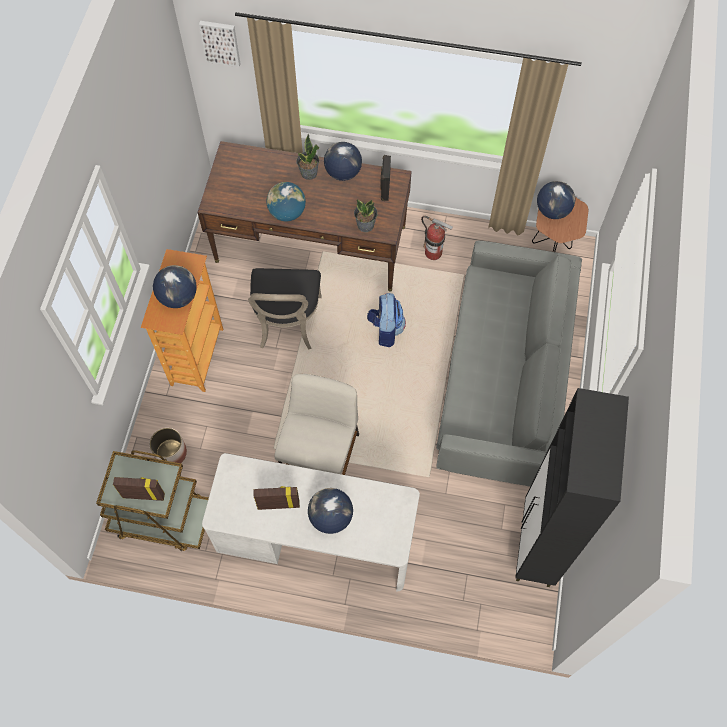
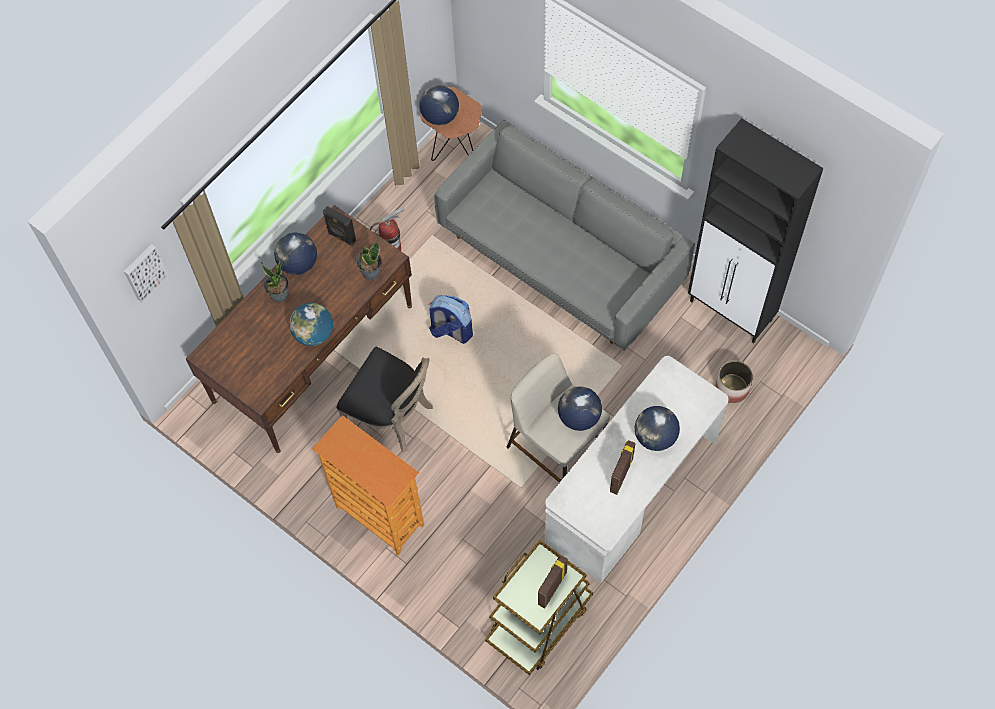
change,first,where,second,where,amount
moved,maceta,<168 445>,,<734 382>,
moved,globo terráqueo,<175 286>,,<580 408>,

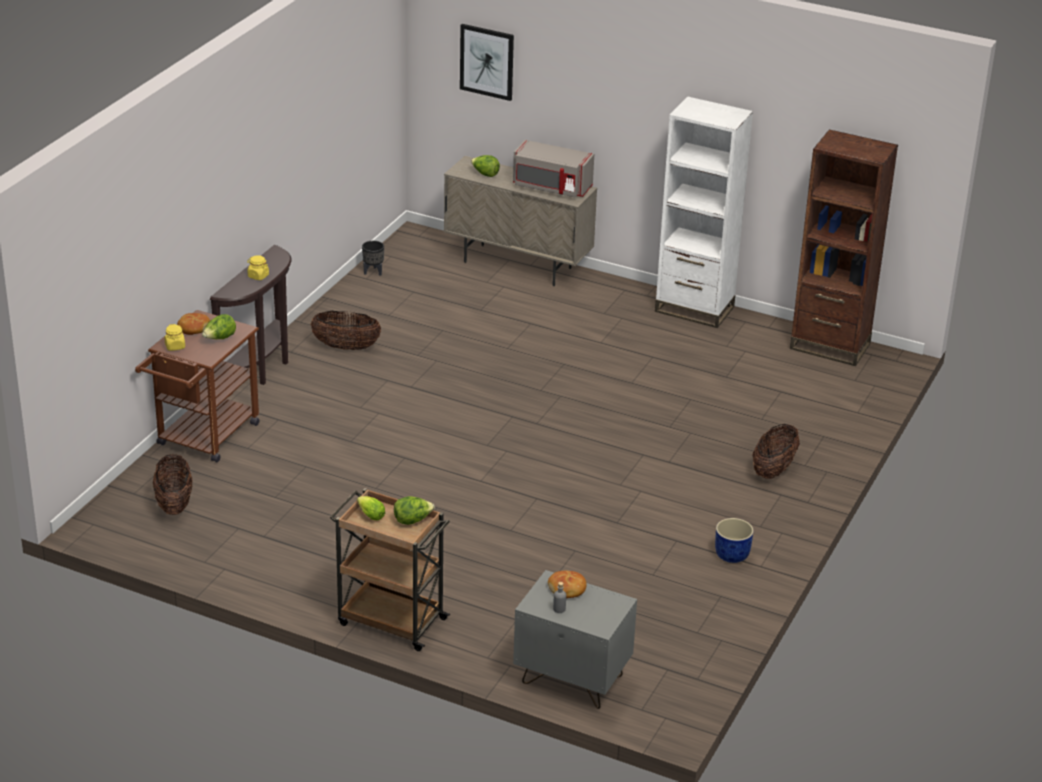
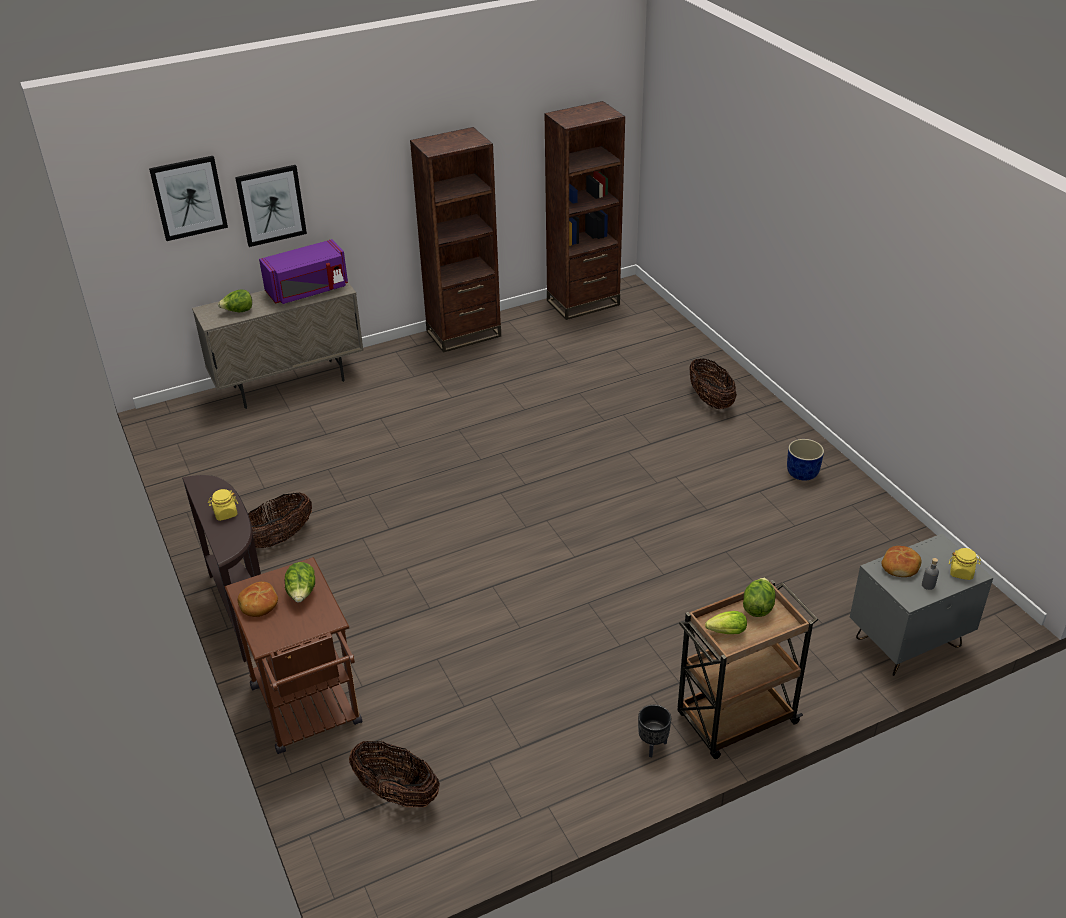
change,first,where,second,where,amount
moved,tarro/amarillo,<175 337>,,<965 564>,
moved,maceta/negro,<373 258>,,<654 731>,
recoloured,microondas/gris,<553 169>,microondas/morado,<303 271>,
recoloured,estantería/blanco,<704 212>,estantería/marrón,<455 240>,
added,,,cuadro,<271 206>,

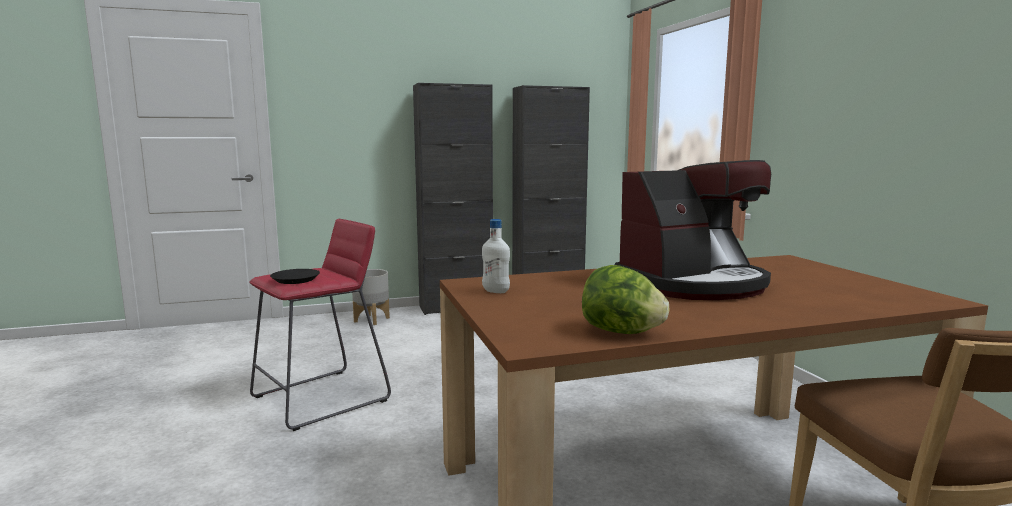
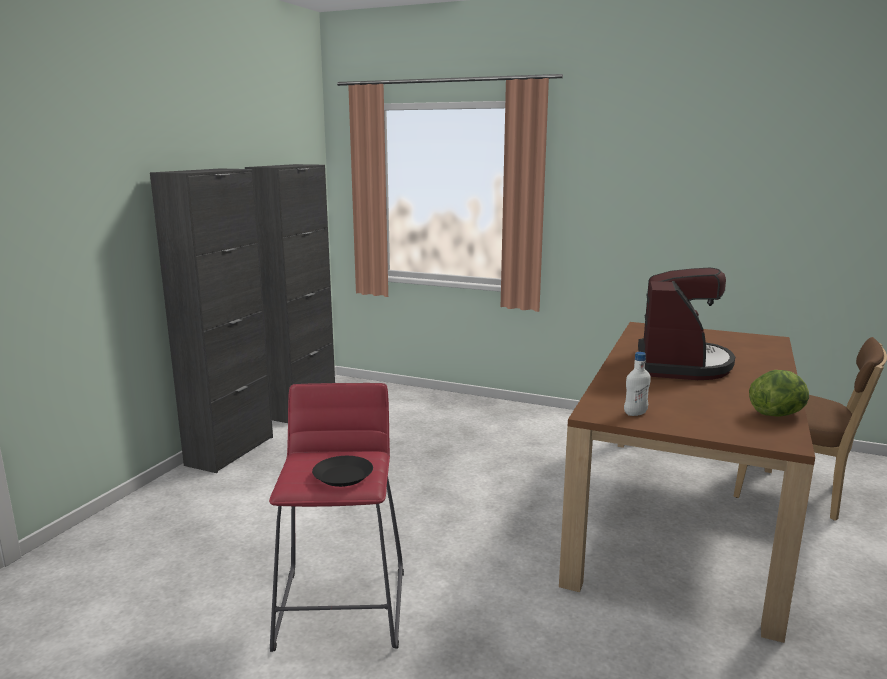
change,first,where,second,where,amount
removed,maceta/gris,<371 297>,,,

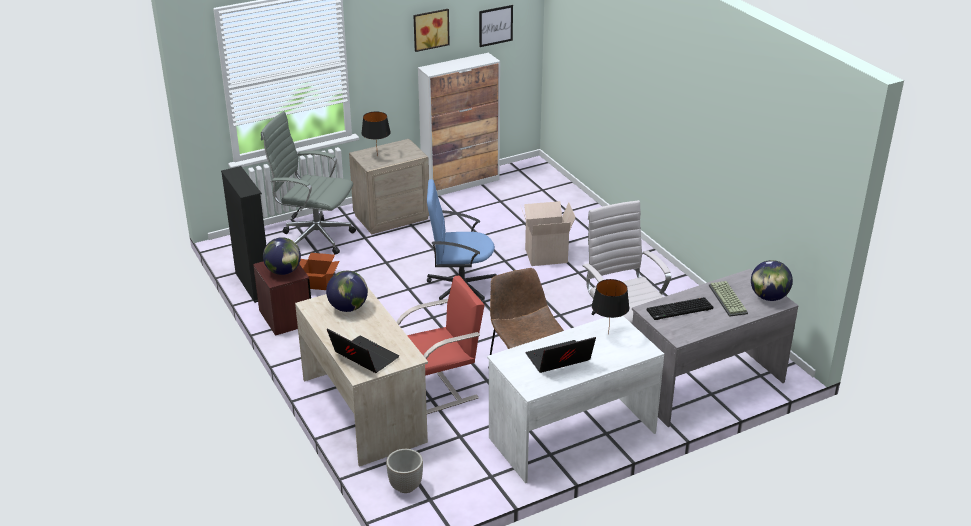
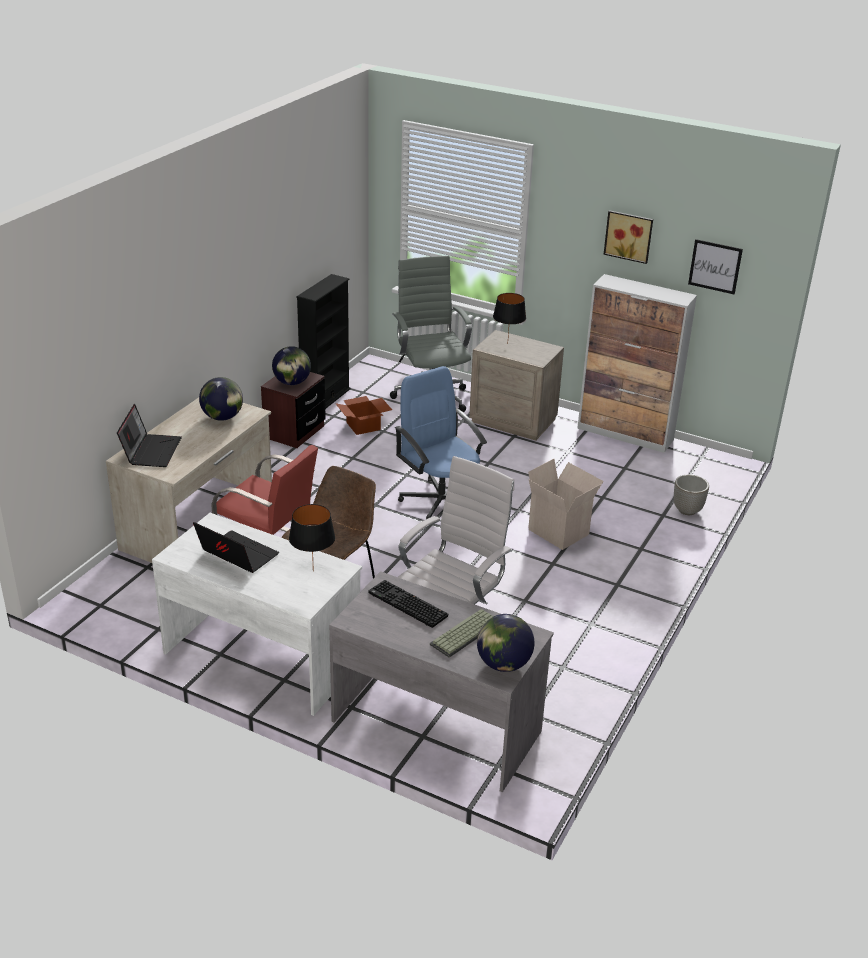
change,first,where,second,where,amount
moved,maceta,<404 471>,,<691 495>,

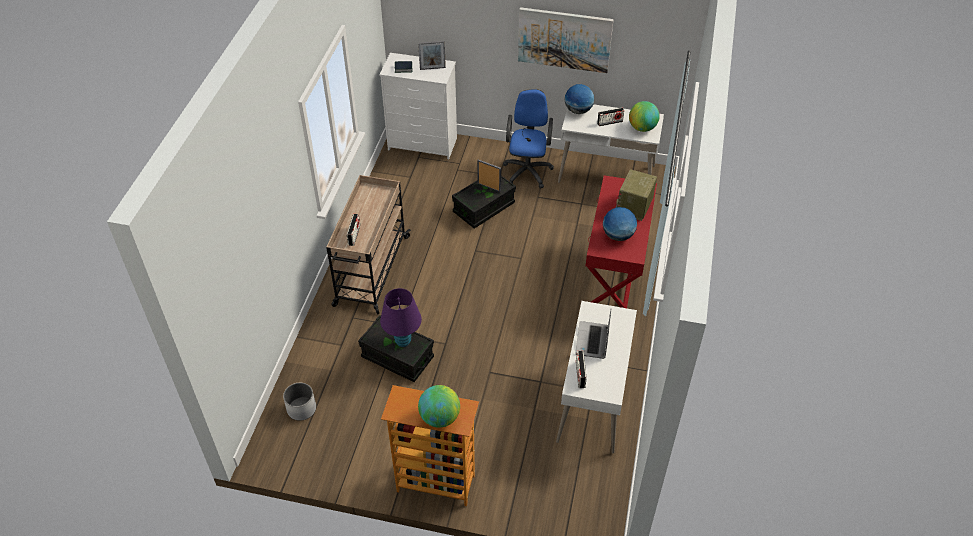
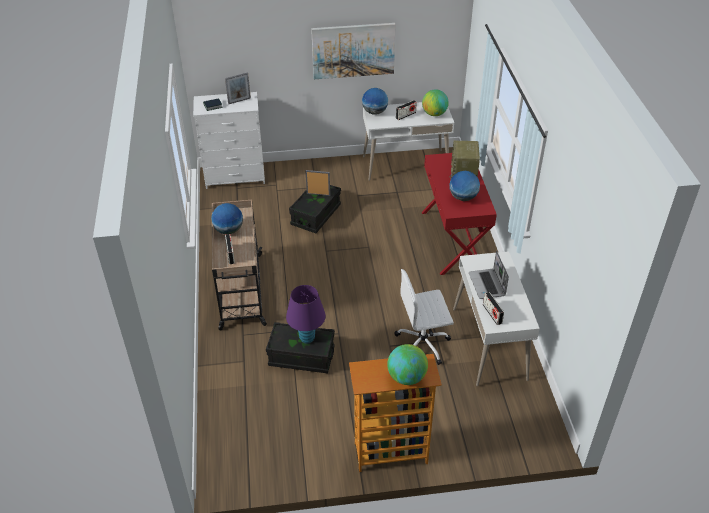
change,first,where,second,where,amount
removed,maceta/blanco,<299 402>,,,
removed,silla de oficina/azul,<528 139>,,,
added,,,globo terráqueo,<227 218>,
added,,,silla de oficina/blanco,<424 317>,

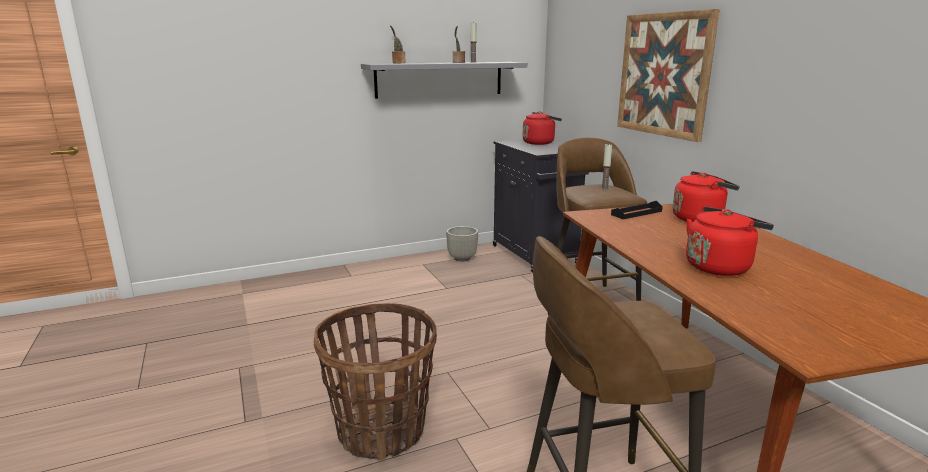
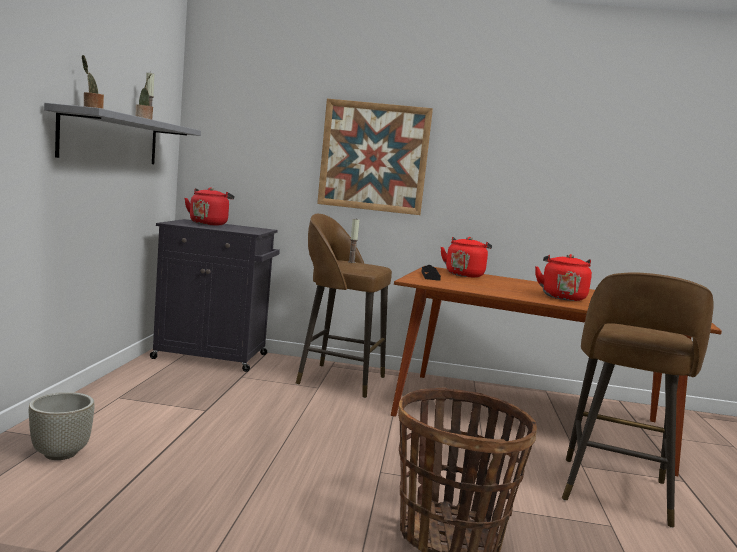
change,first,where,second,where,amount
moved,maceta/gris,<462 243>,,<62 426>,

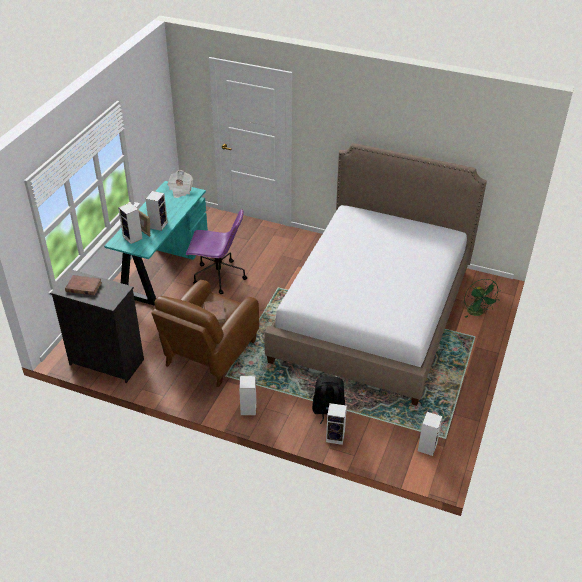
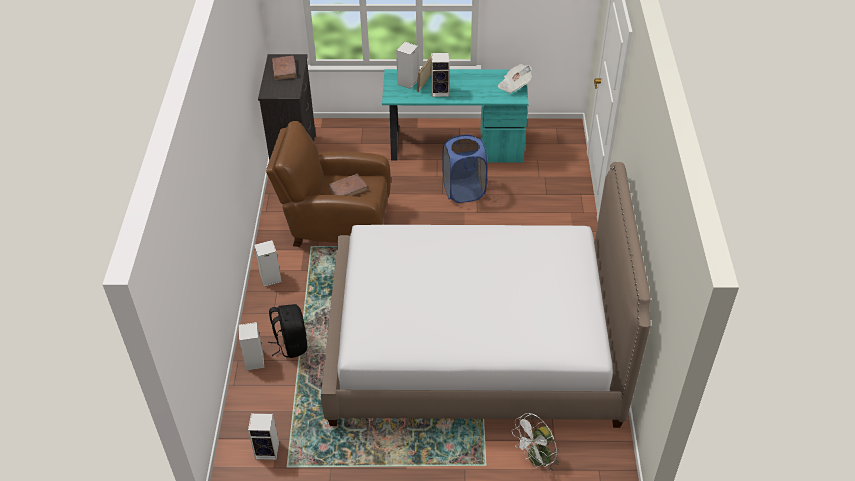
change,first,where,second,where,amount
replaced,silla de oficina/morado,<216 251>,cesto de la ropa/azul,<464 168>,
recoloured,ventilador/verde,<482 298>,ventilador/blanco,<535 441>,

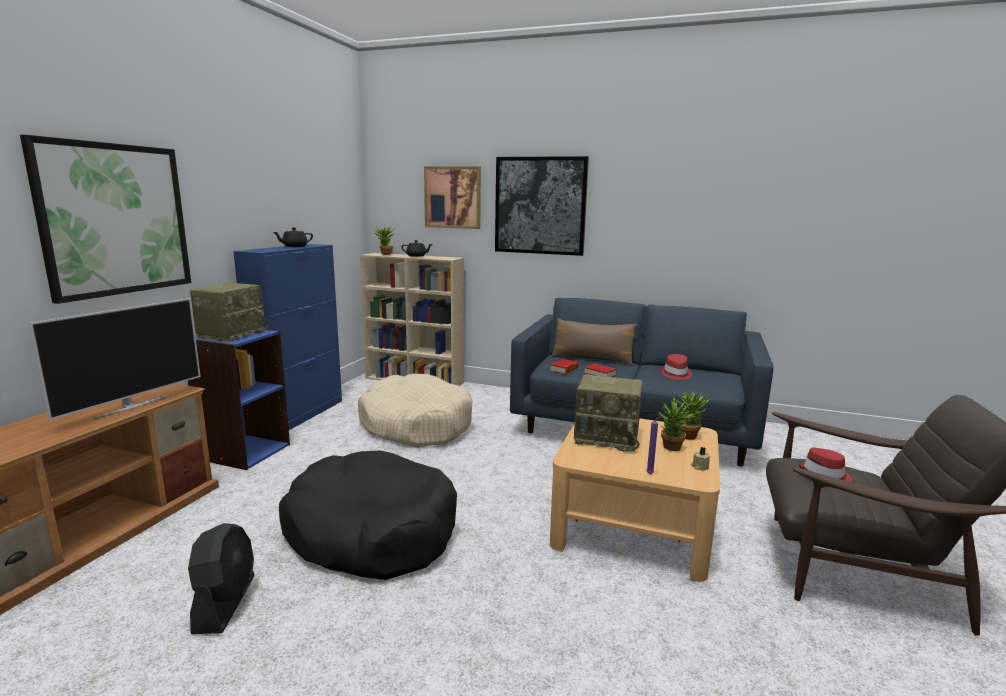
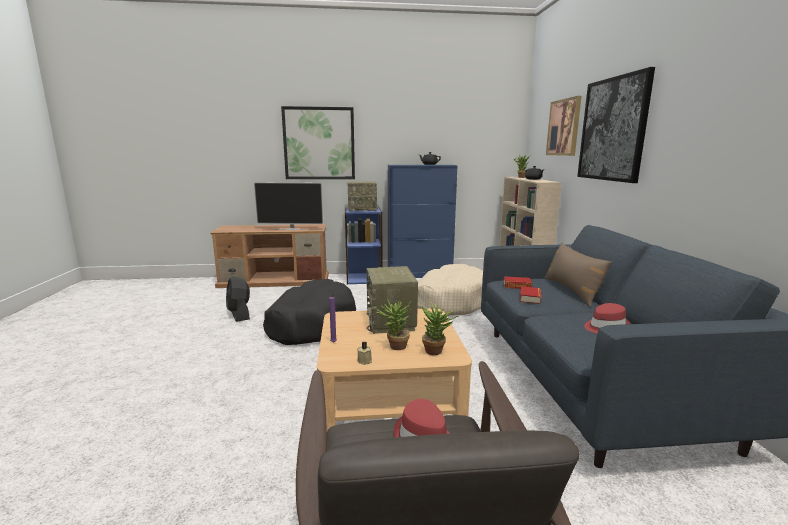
change,first,where,second,where,amount
turned,ventilador/negro,<221 578>,,<238 299>,90 degrees clockwise

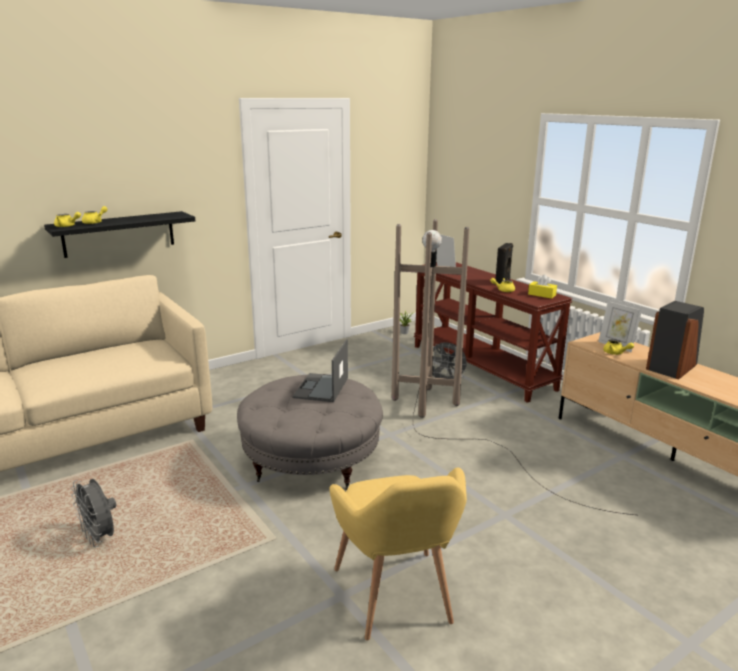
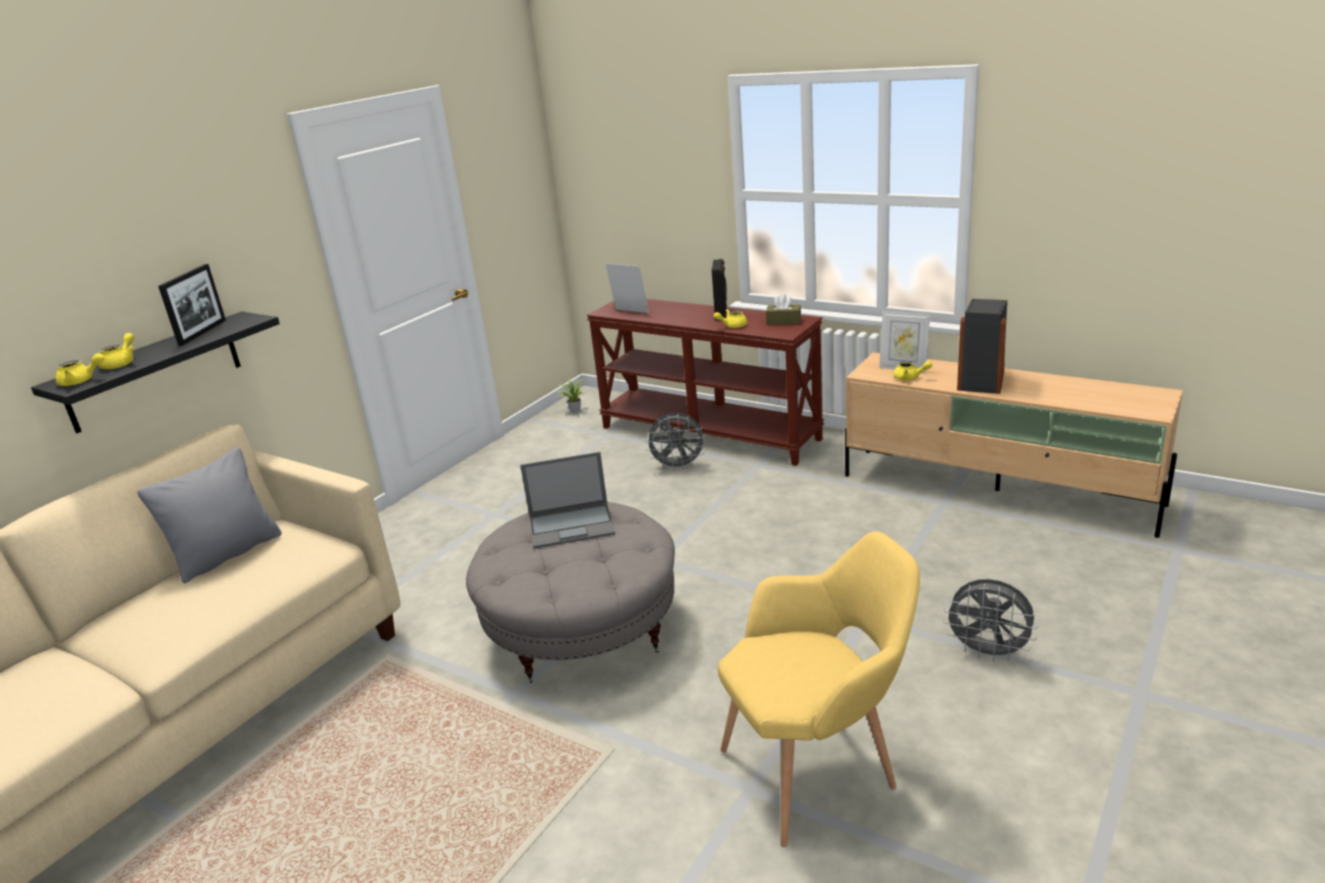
change,first,where,second,where,amount
moved,ventilador/gris,<93 513>,,<990 620>,
turned,portátil,<320 370>,,<567 500>,90 degrees counterclockwise
turned,sillón/amarillo,<398 554>,,<819 689>,75 degrees counterclockwise
removed,lámpara de pie/marrón,<513 367>,,,
recoloured,caja de pañuelos/amarillo,<542 286>,caja de pañuelos/marrón,<783 309>,
added,,,cojín/gris,<210 515>,
added,,,portarretratos,<192 305>,

